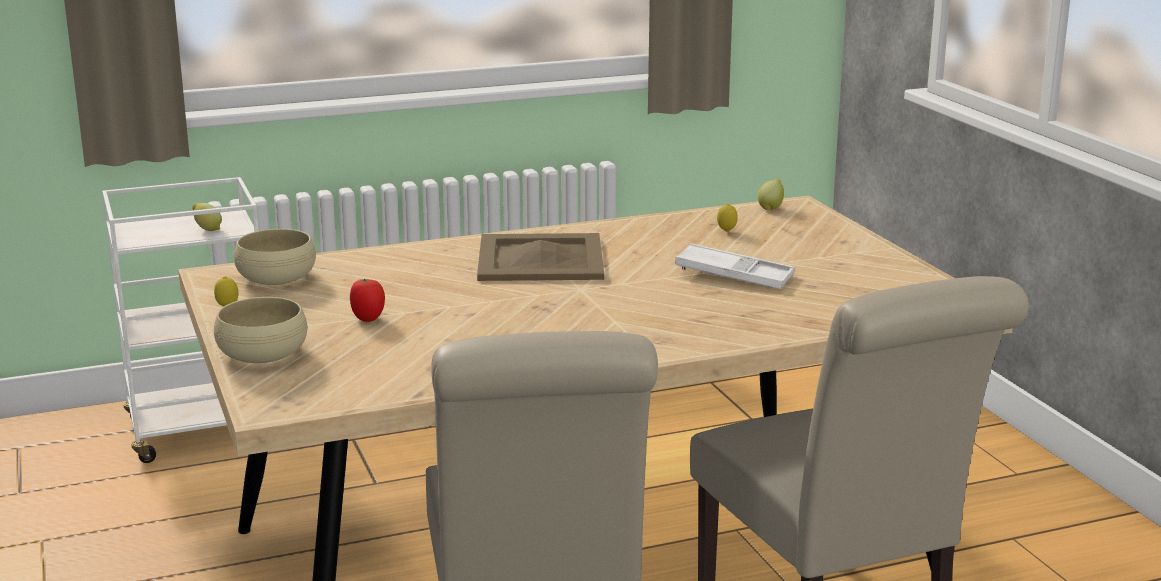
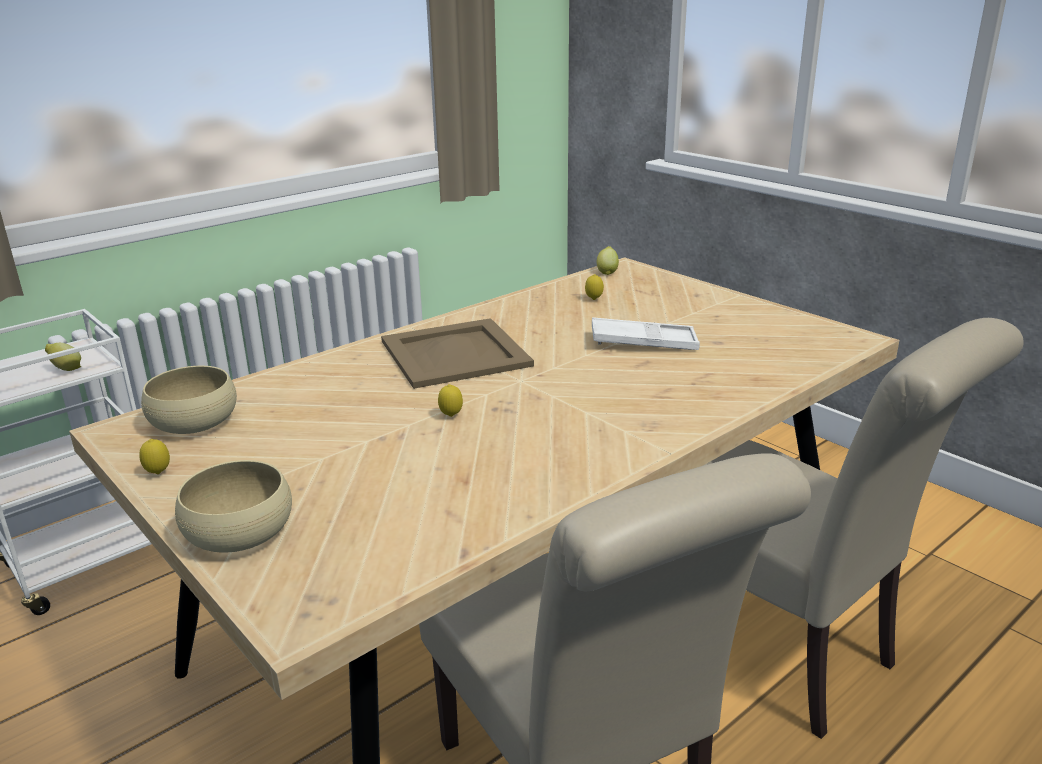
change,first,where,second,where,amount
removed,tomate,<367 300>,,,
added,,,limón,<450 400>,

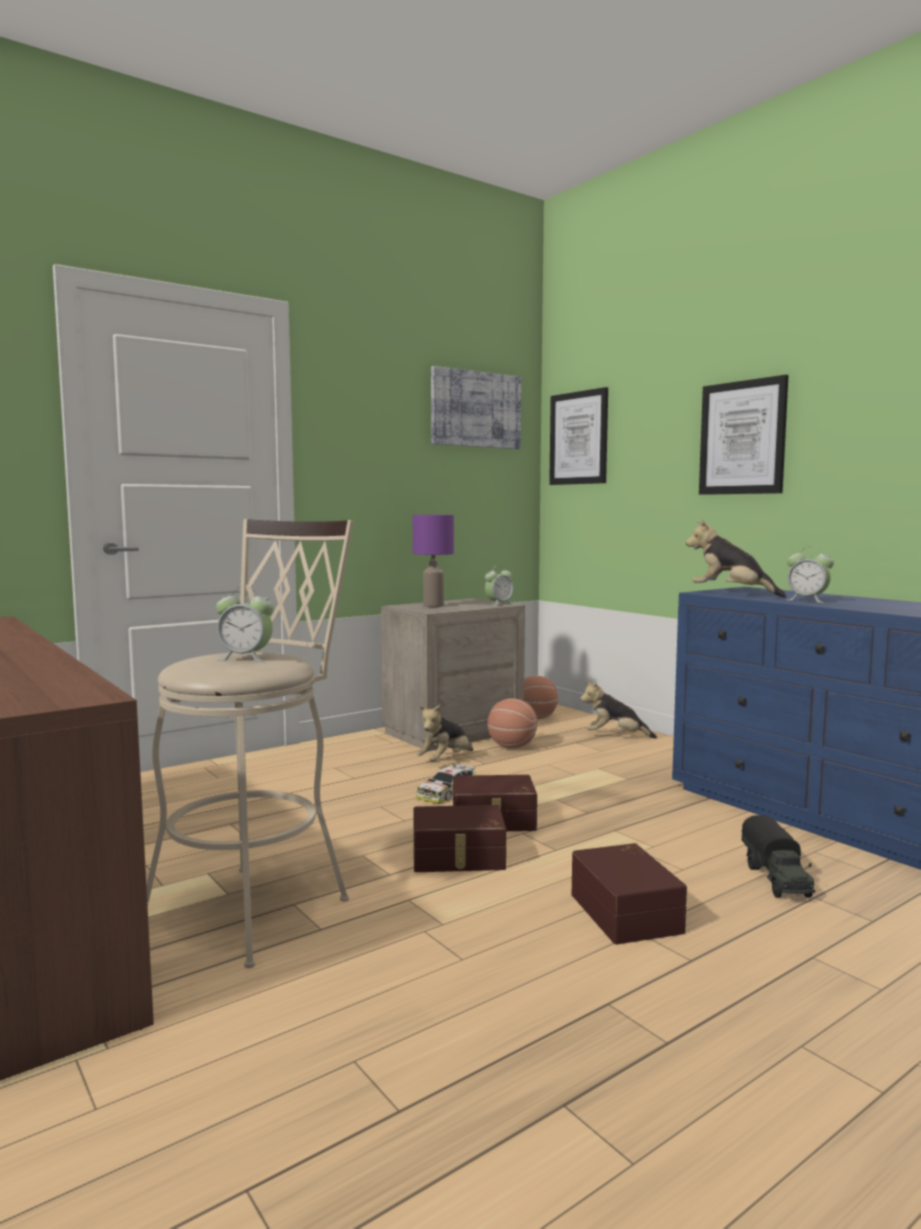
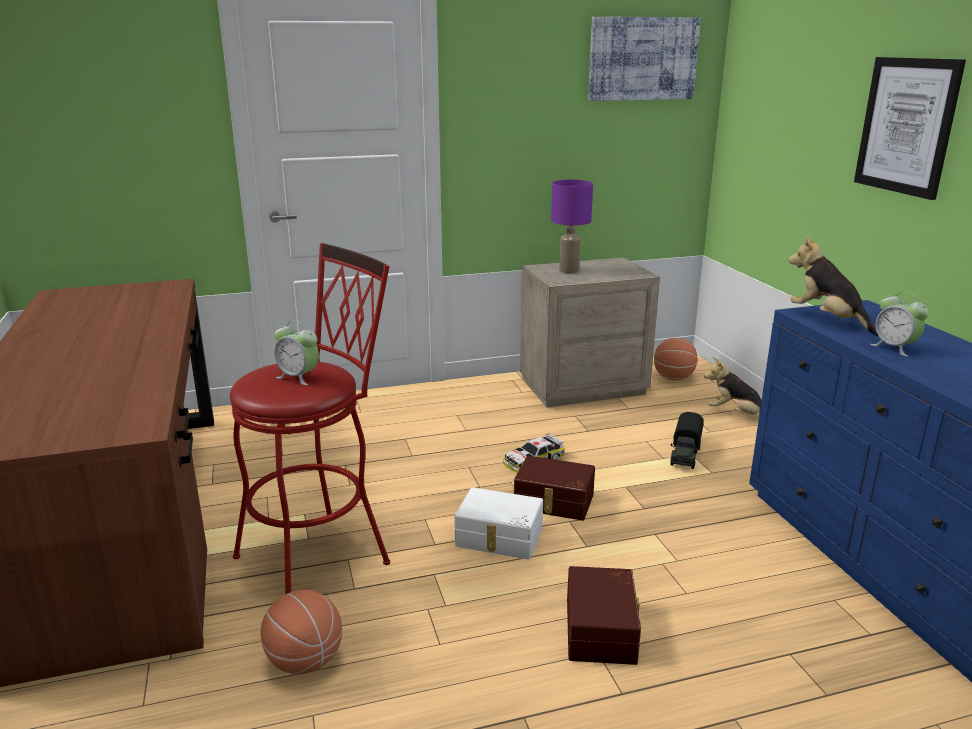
change,first,where,second,where,amount
recoloured,taburete/beis,<250 743>,taburete/rojo,<310 419>,
recoloured,caja de almacenaje/marrón,<459 838>,caja de almacenaje/blanco,<498 523>,
removed,peluche,<444 732>,,,
removed,despertador,<499 586>,,,
moved,balón de baloncesto,<512 723>,,<301 632>,
removed,cuadro,<578 436>,,,
moved,camión de juguete,<778 856>,,<687 440>,

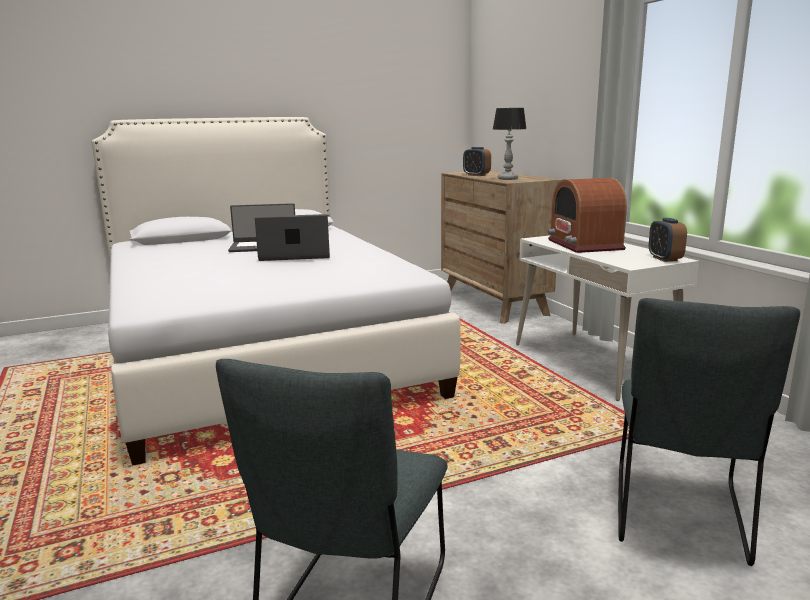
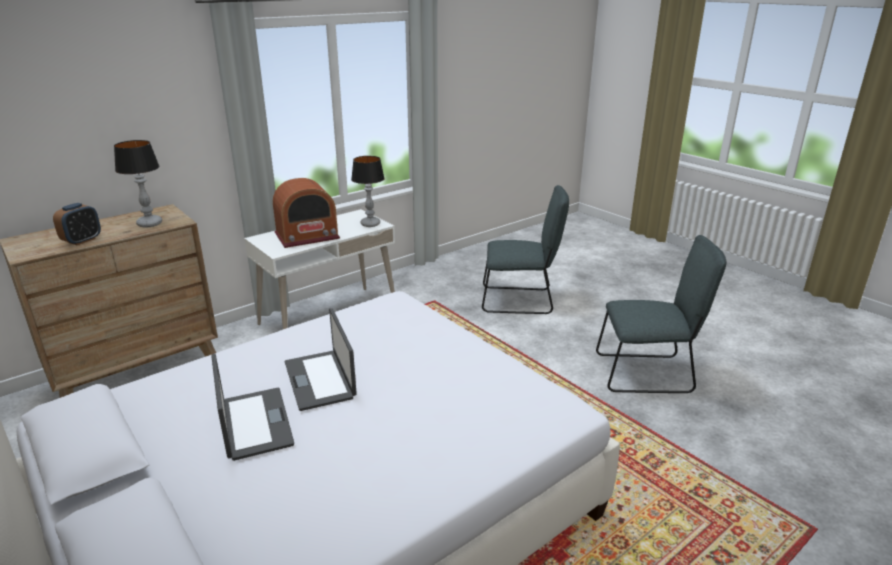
change,first,where,second,where,amount
removed,despertador,<668 240>,,,
added,,,lámpara de mesa,<368 191>,

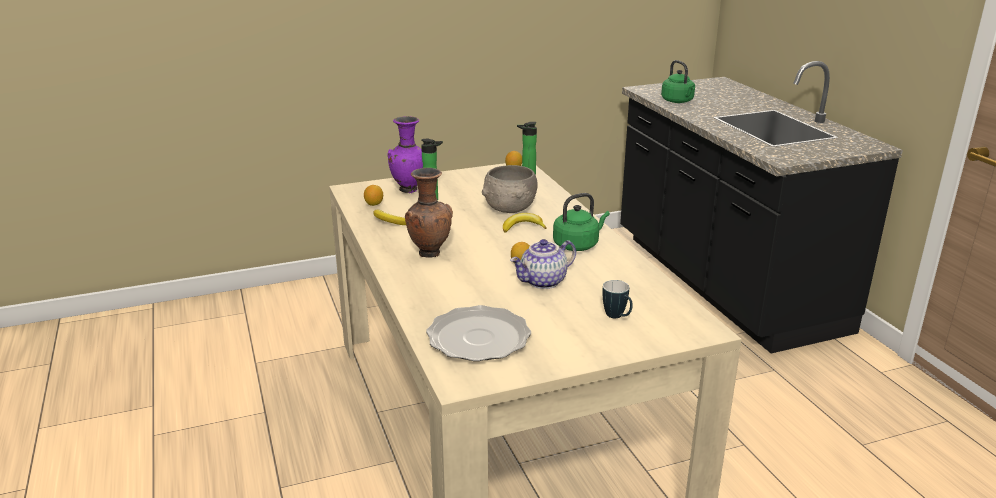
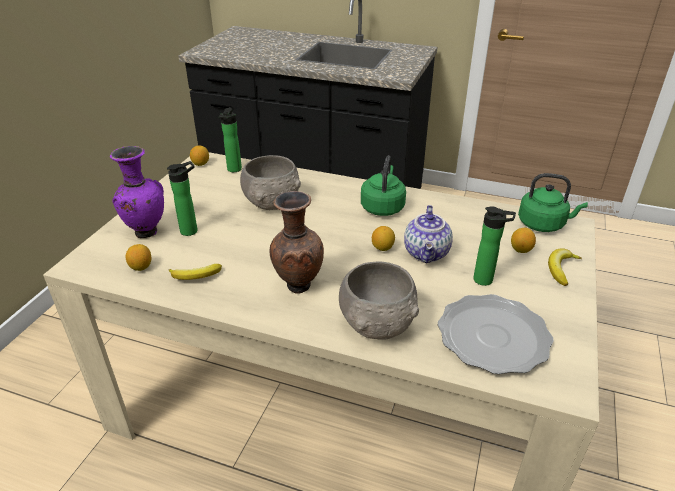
change,first,where,second,where,amount
moved,plátano,<525 222>,,<565 267>,
replaced,taza grande,<617 299>,limón,<523 240>,
moved,hervidor/verde,<678 81>,,<553 202>,
added,,,cuenco/gris,<379 300>,
added,,,botella,<494 246>,

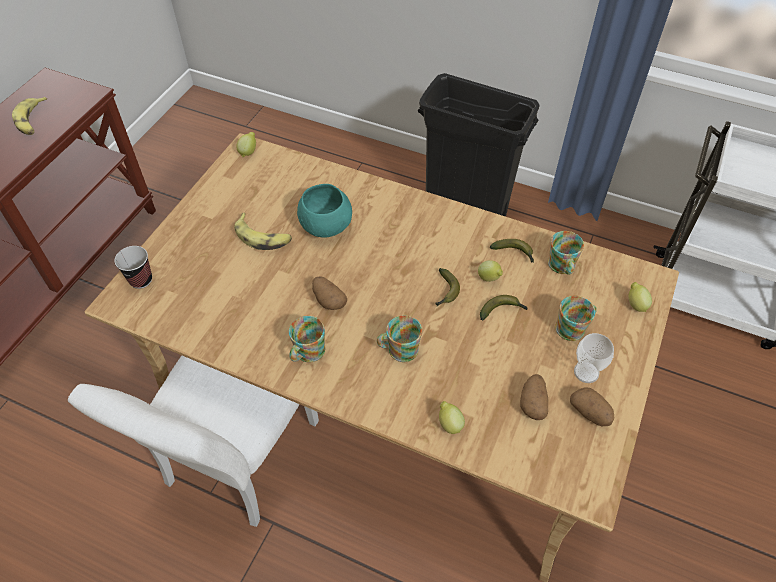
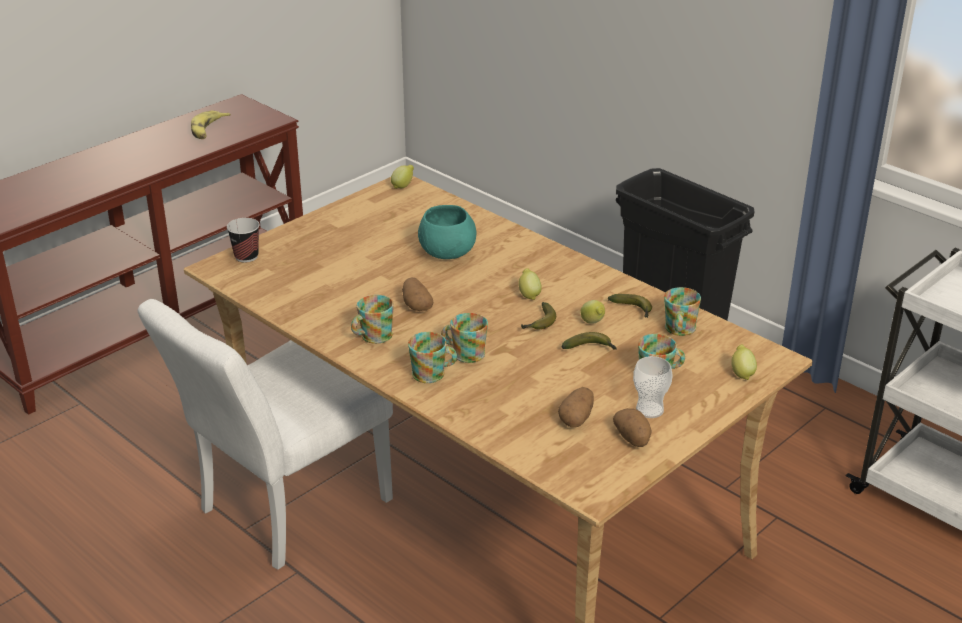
change,first,where,second,where,amount
removed,plátano,<263 231>,,,
moved,limón,<452 417>,,<530 284>,
added,,,taza grande,<432 357>,

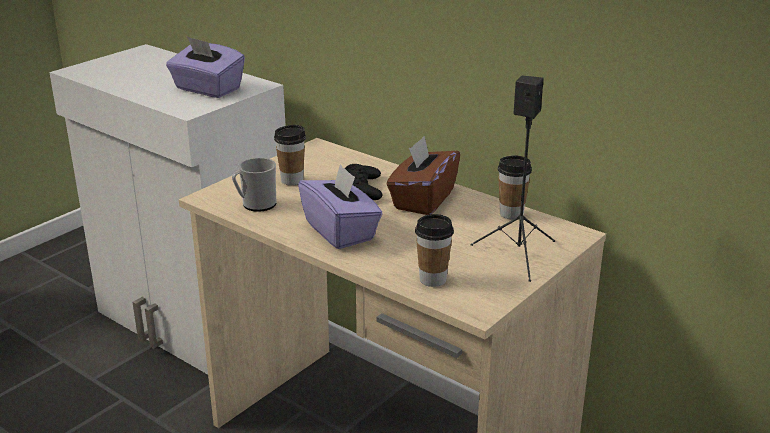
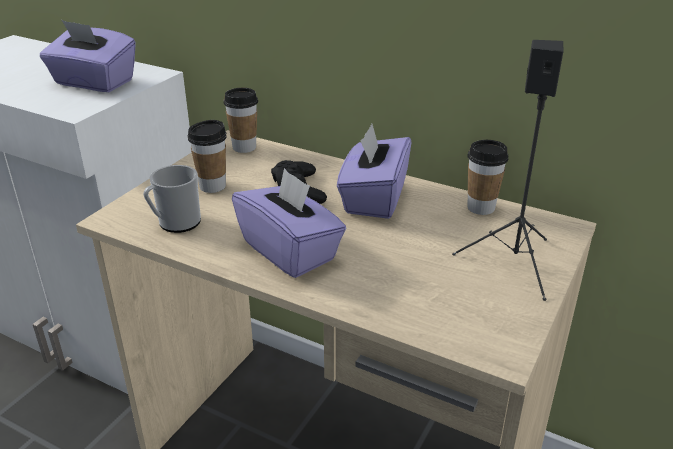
change,first,where,second,where,amount
recoloured,caja de pañuelos/marrón,<423 175>,caja de pañuelos/morado,<374 171>,
moved,taza,<434 250>,,<241 120>,

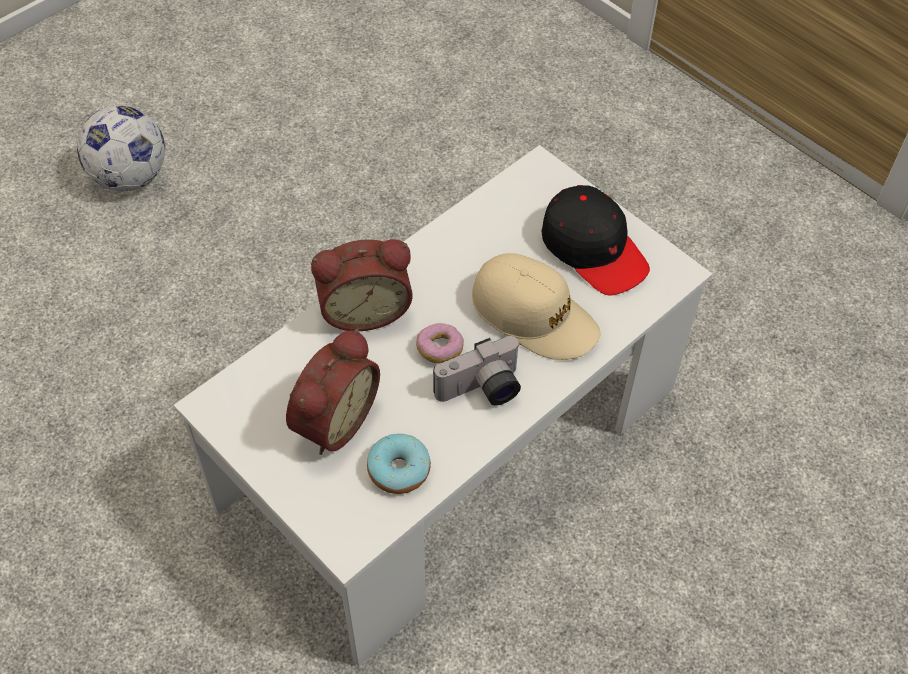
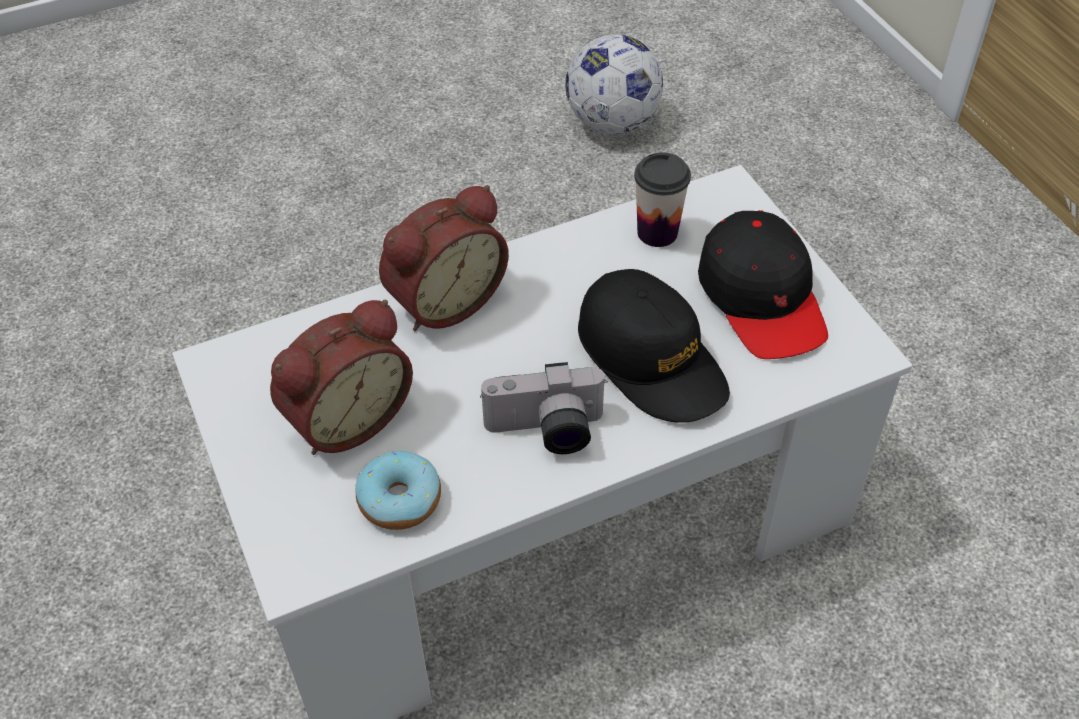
change,first,where,second,where,amount
moved,balón de fútbol,<121 148>,,<614 84>,
turned,despertador,<362 285>,,<444 258>,45 degrees counterclockwise
removed,rosquilla,<440 343>,,,
recoloured,gorra/beis,<536 306>,gorra/negro,<654 346>,
added,,,taza,<662 199>,

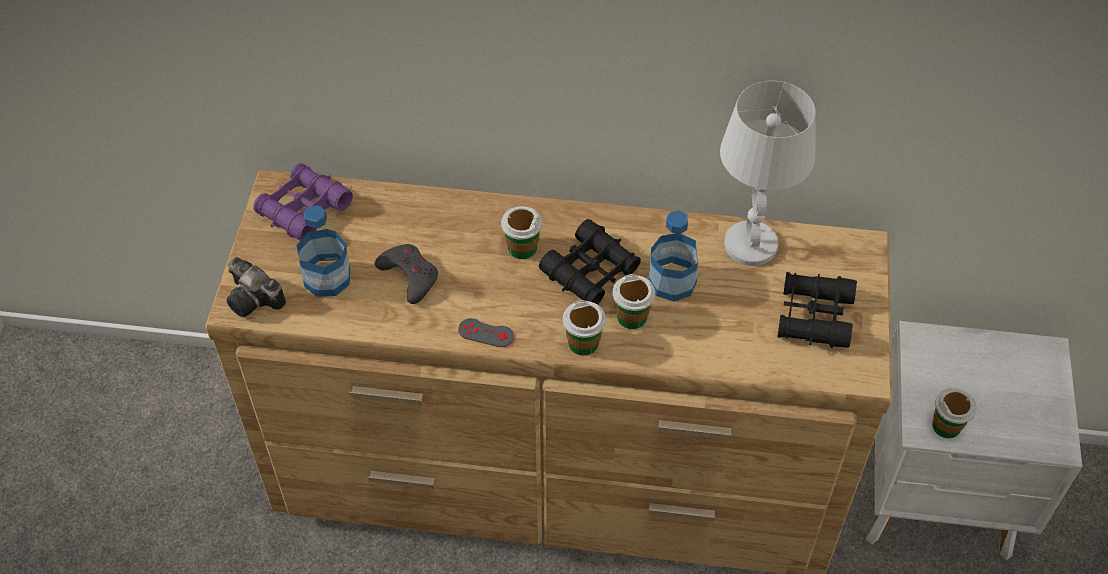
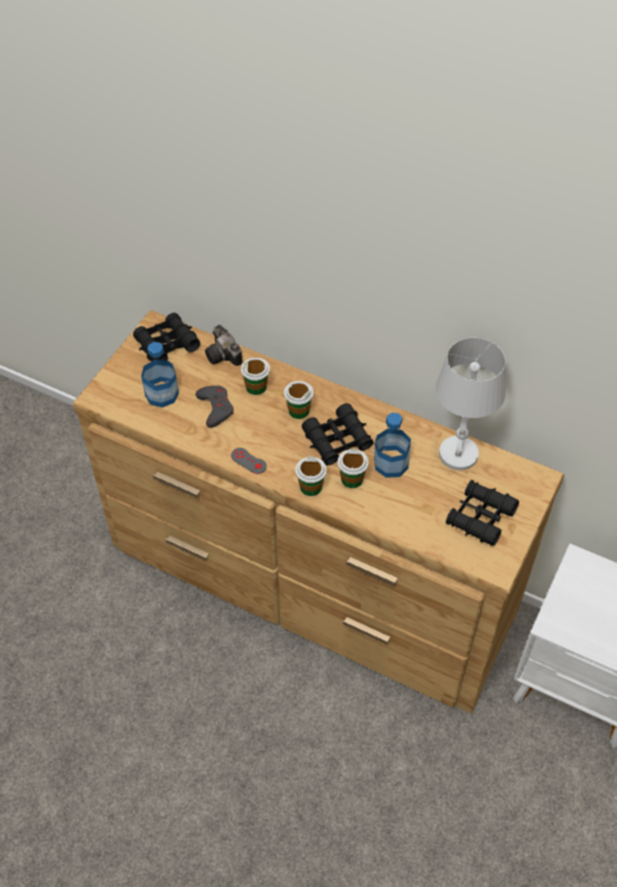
change,first,where,second,where,amount
moved,cámara,<256 287>,,<224 345>,
recoloured,prismáticos/morado,<303 202>,prismáticos/negro,<166 337>,
moved,taza,<954 413>,,<255 376>,

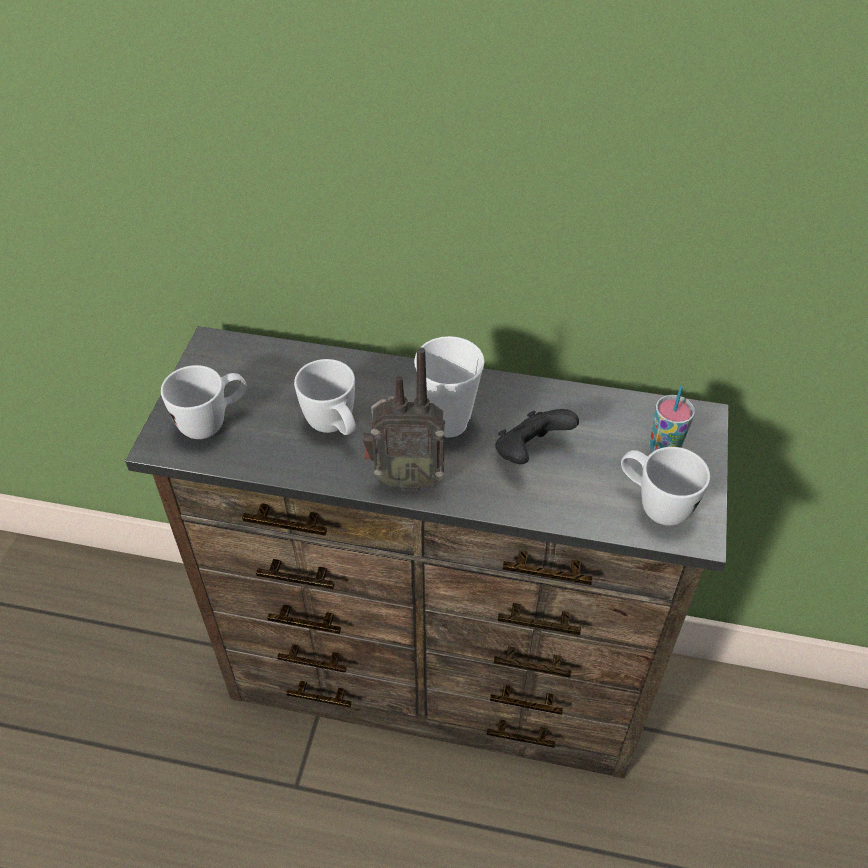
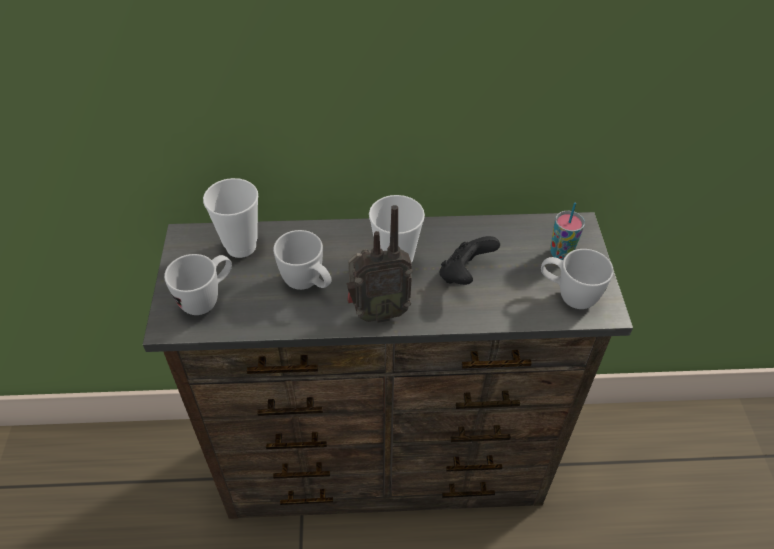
change,first,where,second,where,amount
added,,,taza,<230 218>,

